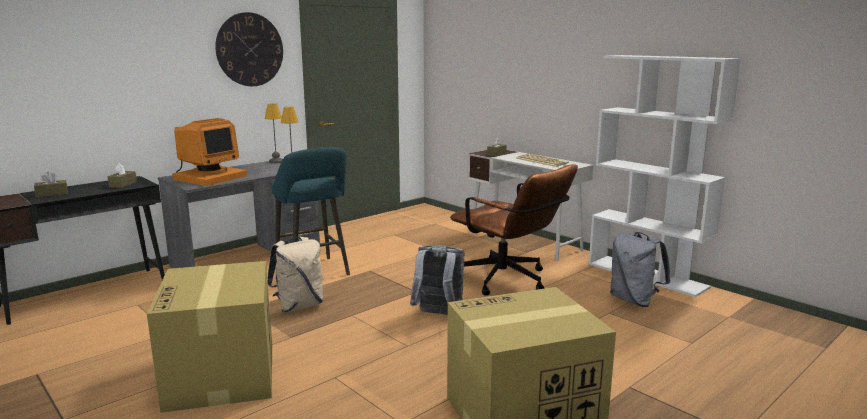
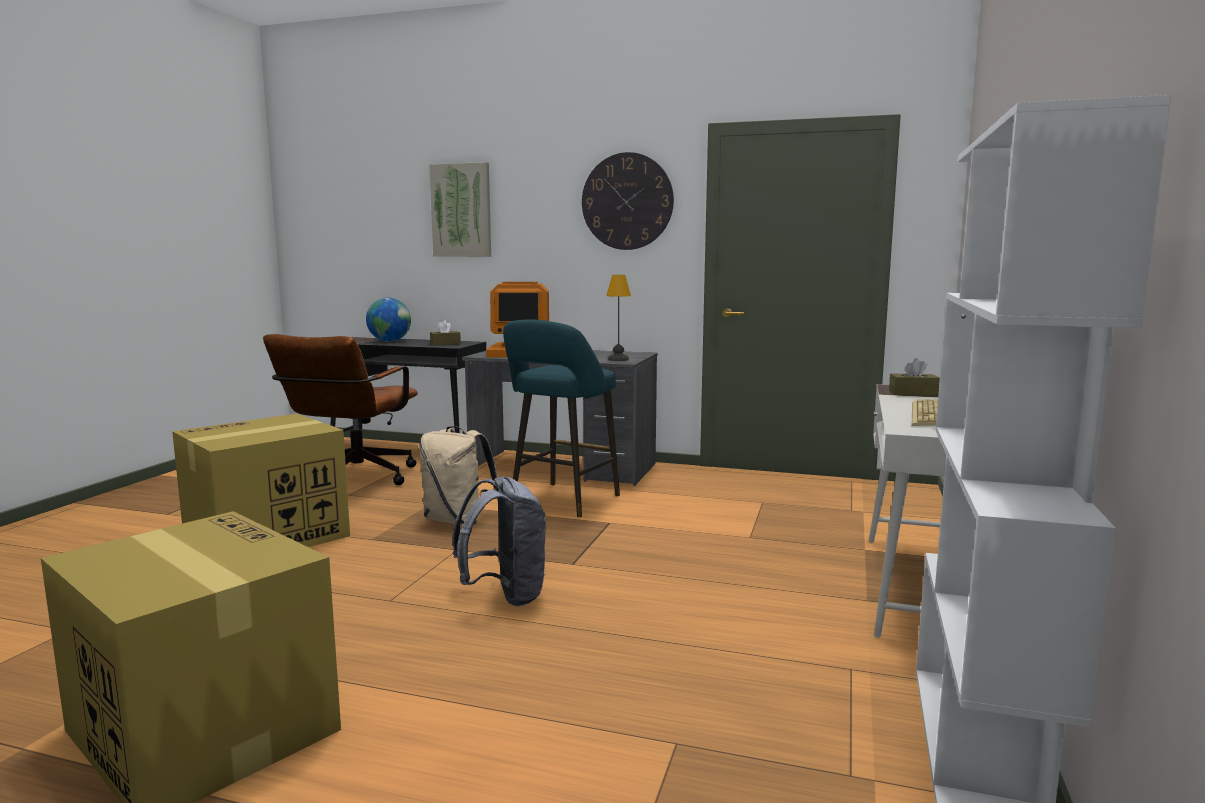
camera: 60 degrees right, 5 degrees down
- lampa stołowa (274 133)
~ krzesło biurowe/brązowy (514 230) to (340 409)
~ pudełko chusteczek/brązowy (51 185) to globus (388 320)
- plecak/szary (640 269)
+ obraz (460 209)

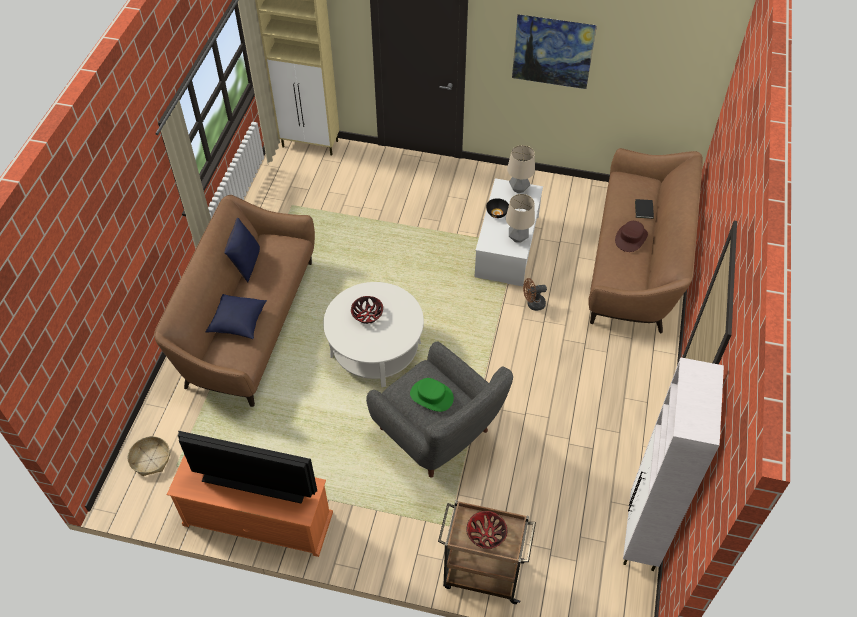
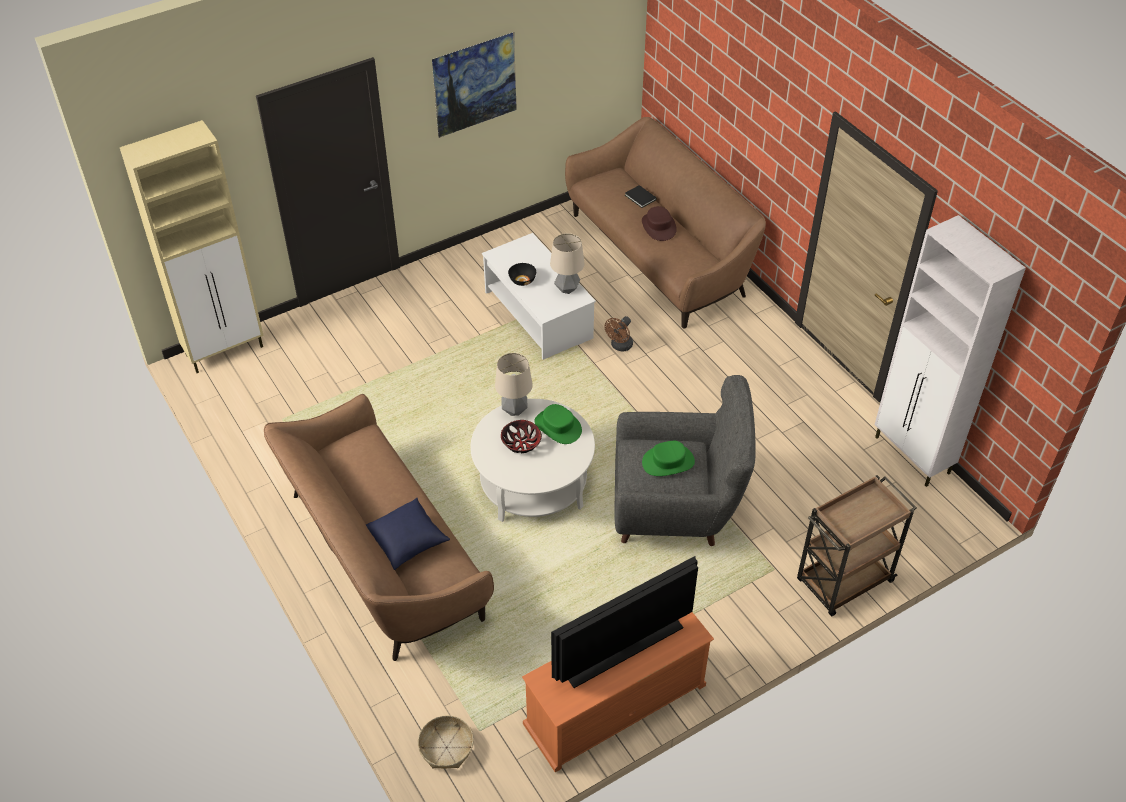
camera: 45 degrees left, 5 degrees down
~ lampa stołowa (521 169) to (514 384)
- poduszka/niebieski (242 250)
- miska (487 530)
+ kapelusz/zielony (558 424)

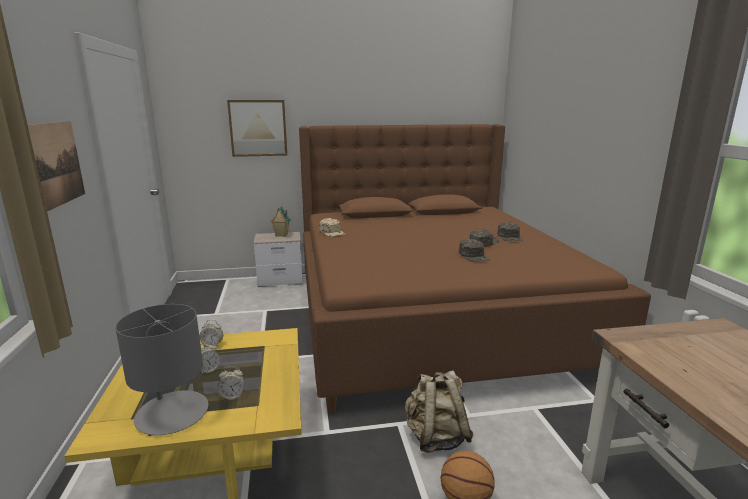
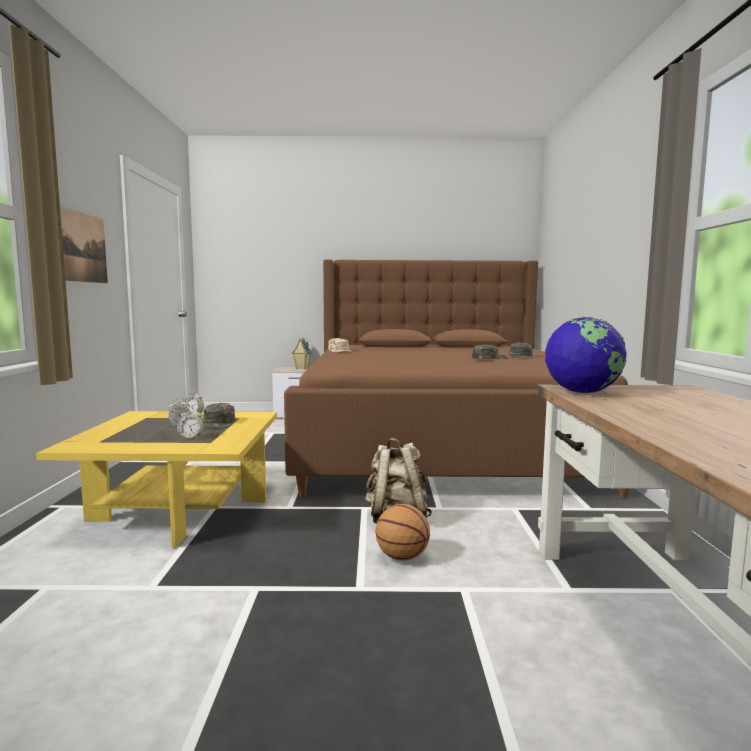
camera: 10 degrees right, 10 degrees down
- obraz (257 128)
~ czapka z daszkiem/zielony (474 250) to (219 415)
- lampa stołowa/szary (162 370)
+ globus (586 355)

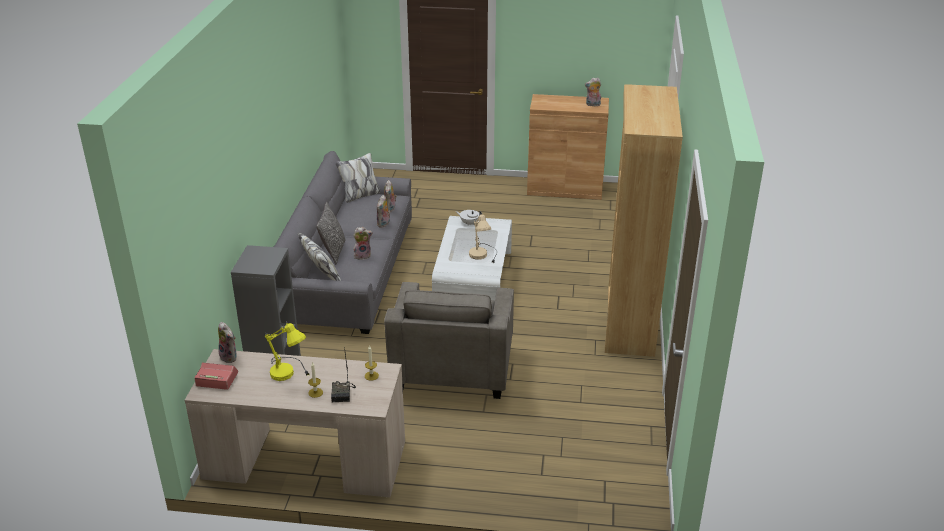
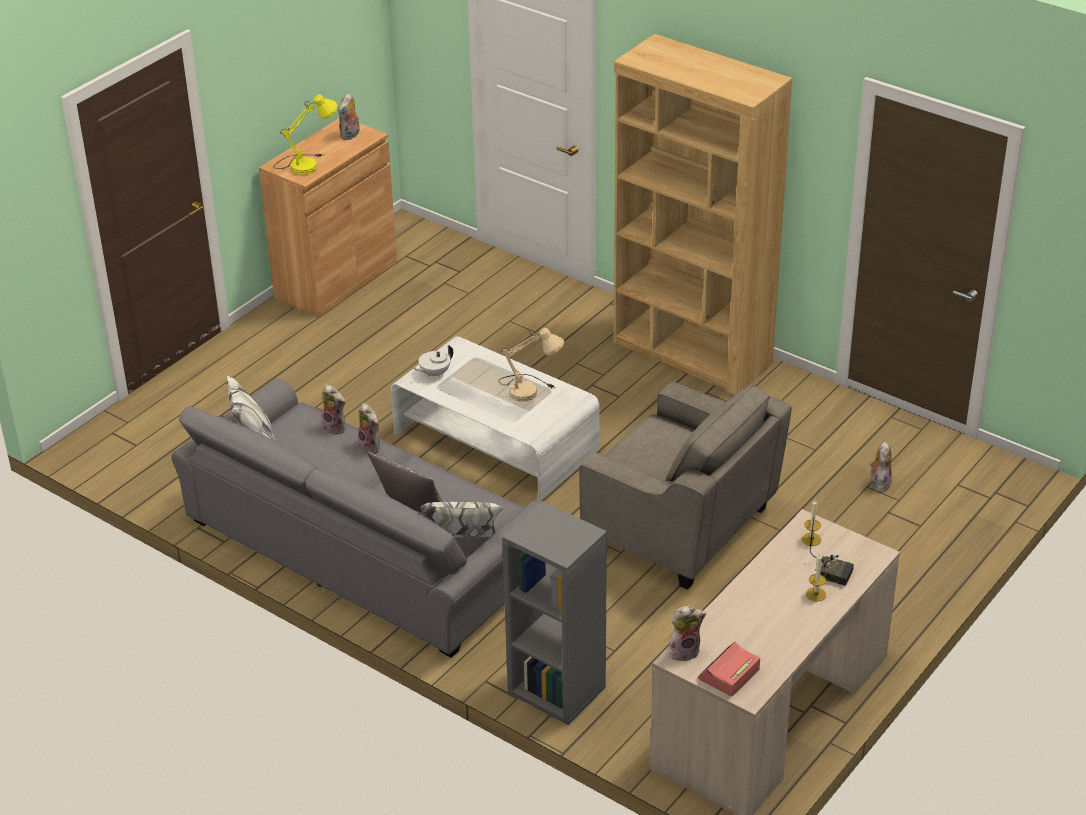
camera: 60 degrees left, 5 degrees up
~ pluszak (363 243) to (881 467)
~ lampa stołowa/żółty (287 351) to (306 134)

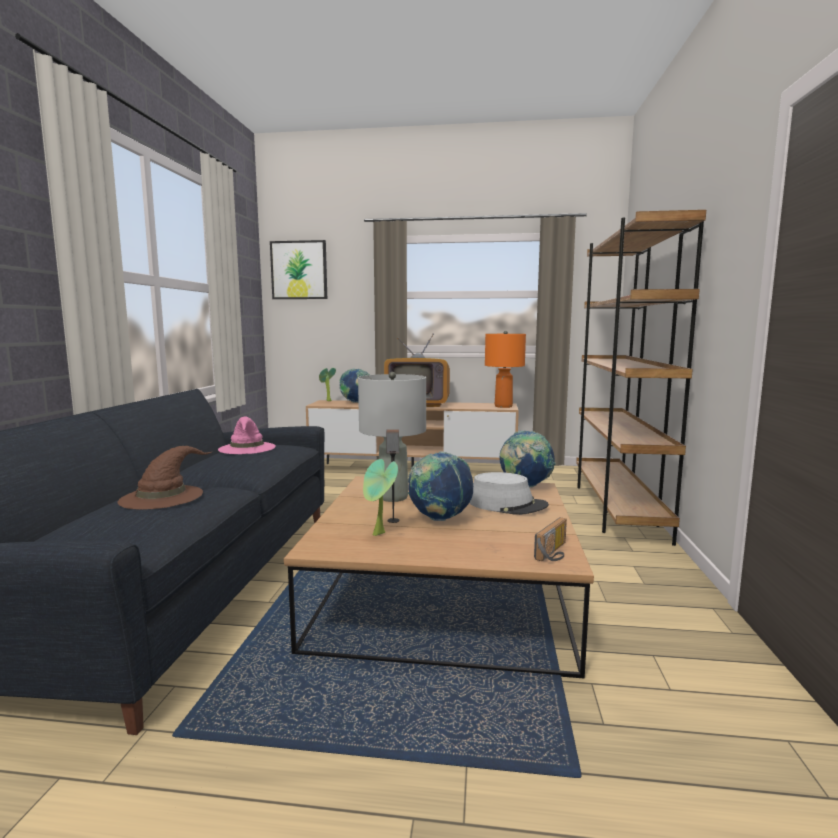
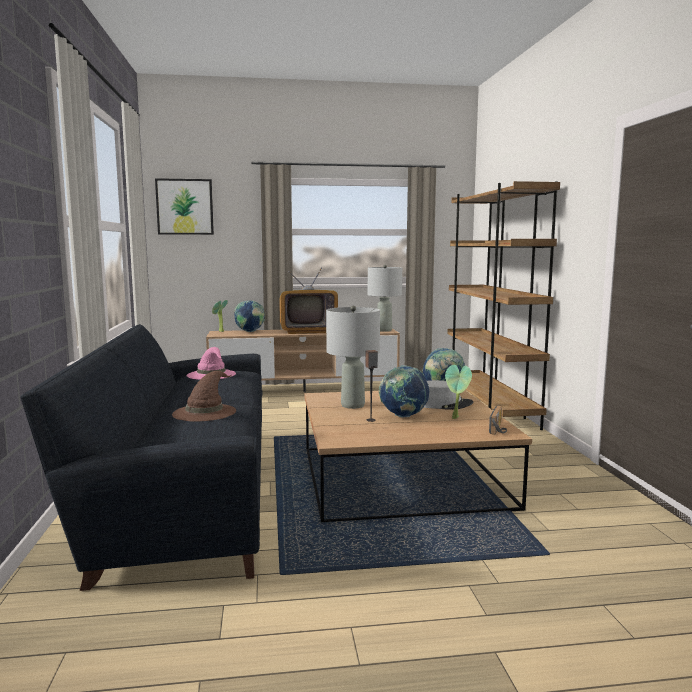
camera: 15 degrees left, 0 degrees up
~ lampa stołowa/pomarańczowy (505 369) to lampa stołowa/szary (385 298)
~ roślina doniczkowa (380 497) to (458 392)

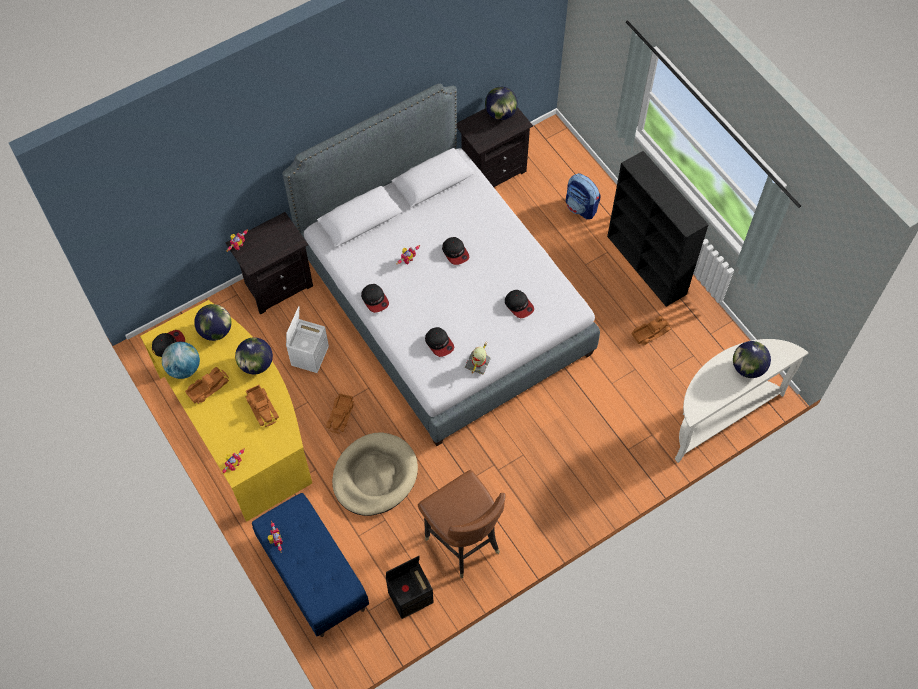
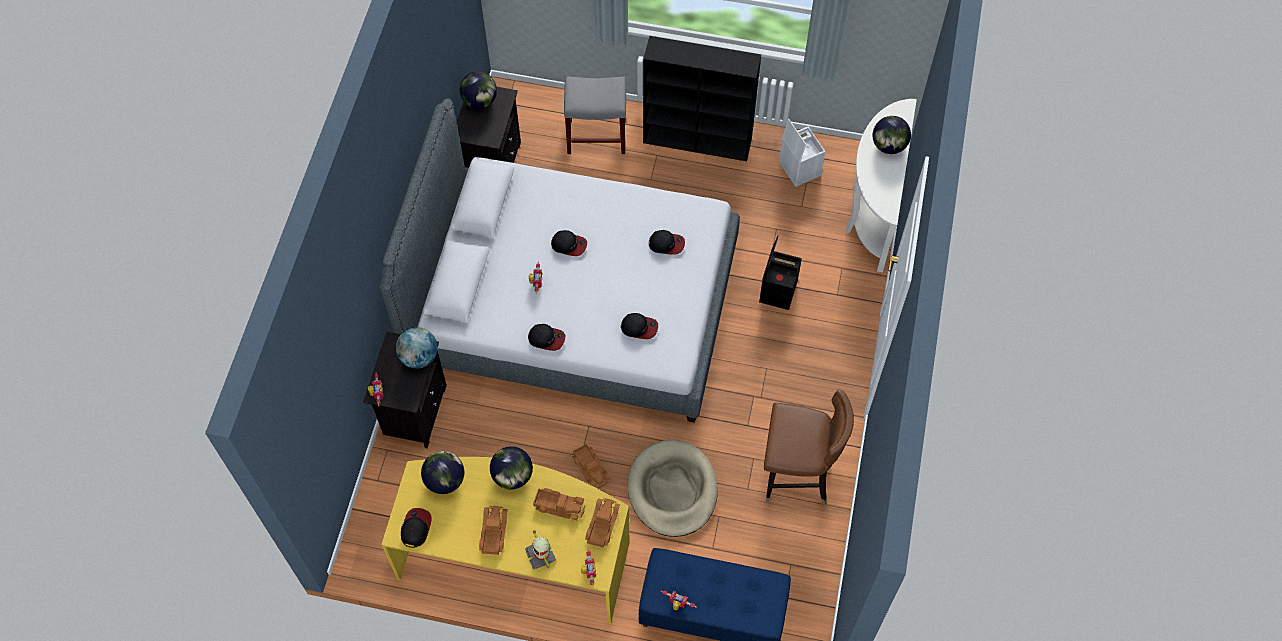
camera: 45 degrees left, 0 degrees up
~ plecak (583 196) to stołek/szary (595 115)
~ pojemnik do przechowywania/biały (307 339) to (802 153)
~ ciężarówka zabawkowa (651 330) to (602 523)
~ globus (181 360) to (416 347)
~ robot zabawkowy (478 358) to (540 548)
~ pojemnik do przechowywania/czarny (410 587) to (780 273)

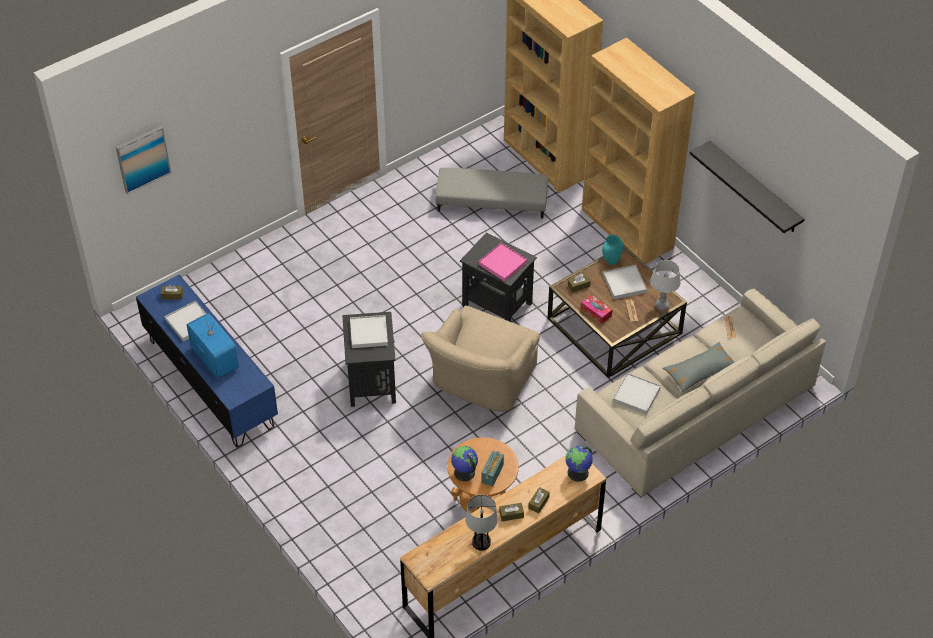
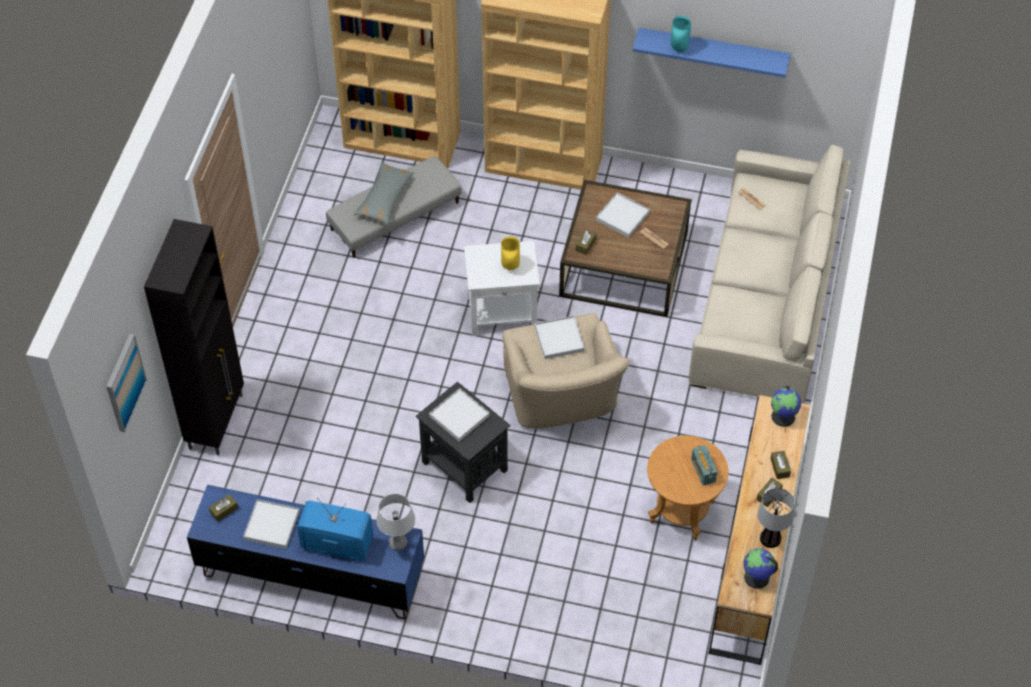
camera: 40 degrees left, 5 degrees up
~ półka/czarny (747 187) to półka/niebieski (712 53)
~ stolik/czarny (498 277) to stolik/biały (502 288)
~ wazon/turkusowy (613 250) to (681 34)
~ taca/różowy (503 262) to wazon/żółty (510 253)
~ lampa stołowa/szary (665 285) to (395 522)
- pudełko chusteczek (596 309)
~ poduszka/szary (698 367) to (383 193)
~ taca/biały (637 393) to (560 337)
~ globus (464 463) to (761 568)
+ szafka/czarny (194 337)

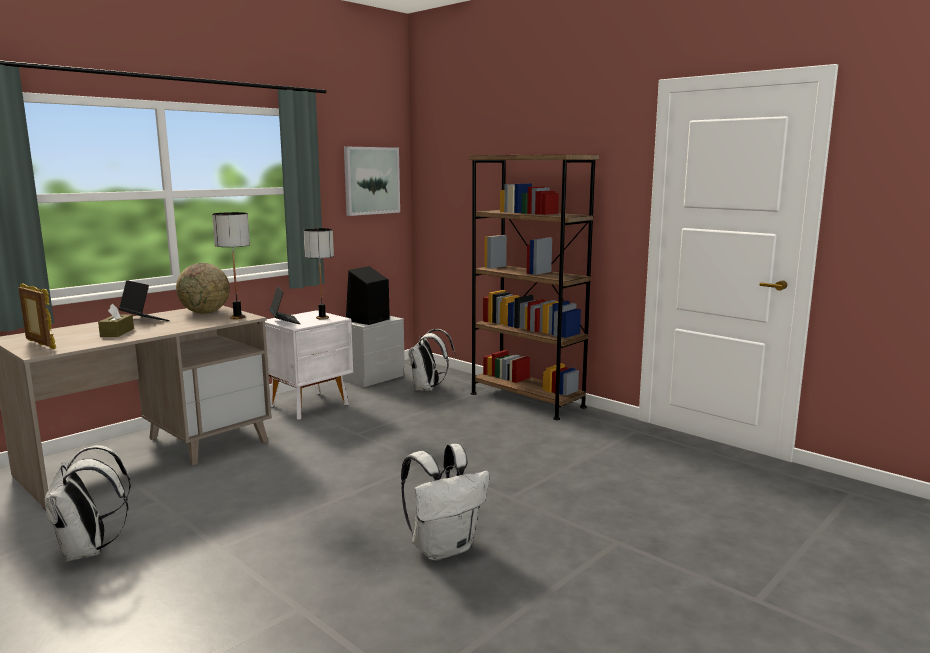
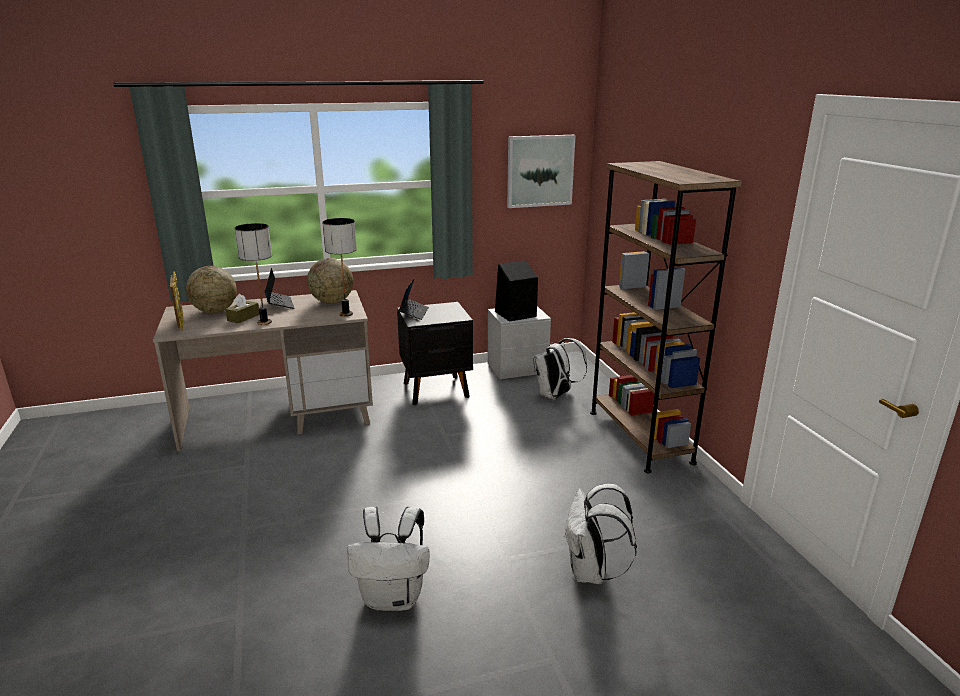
camera: 30 degrees right, 10 degrees up
~ lampa stołowa (318 273) to (253 274)
~ szafka nocna/biały (309 364) to szafka nocna/czarny (435 353)
~ plecak/biały (88 503) to (600 534)
+ globus (211 289)

